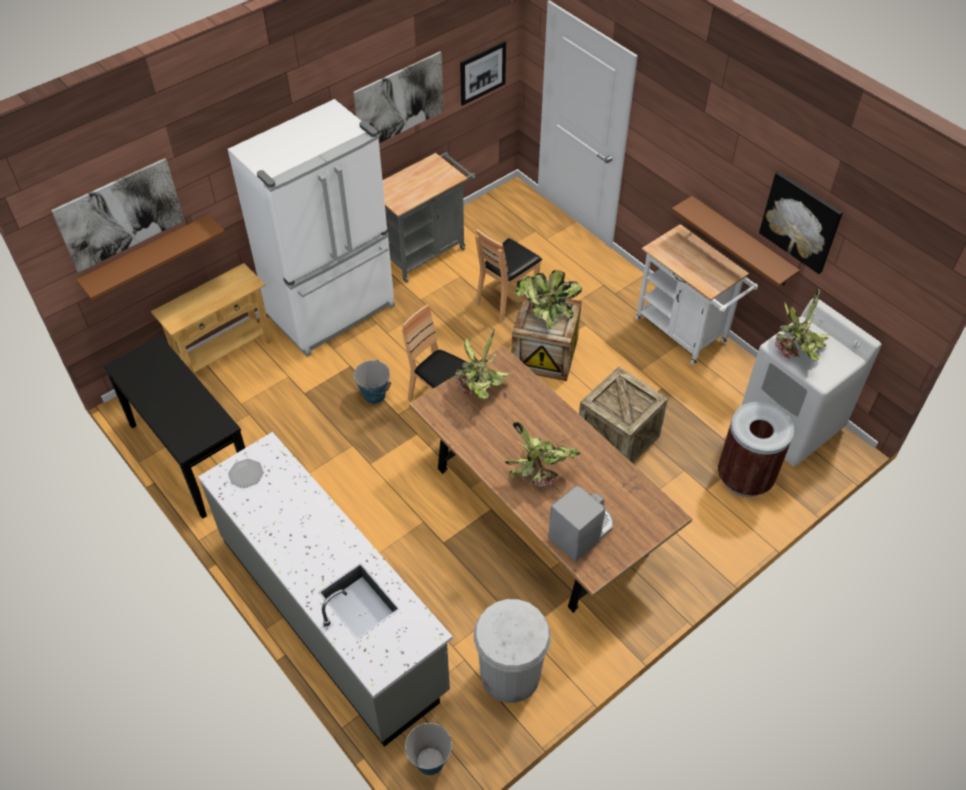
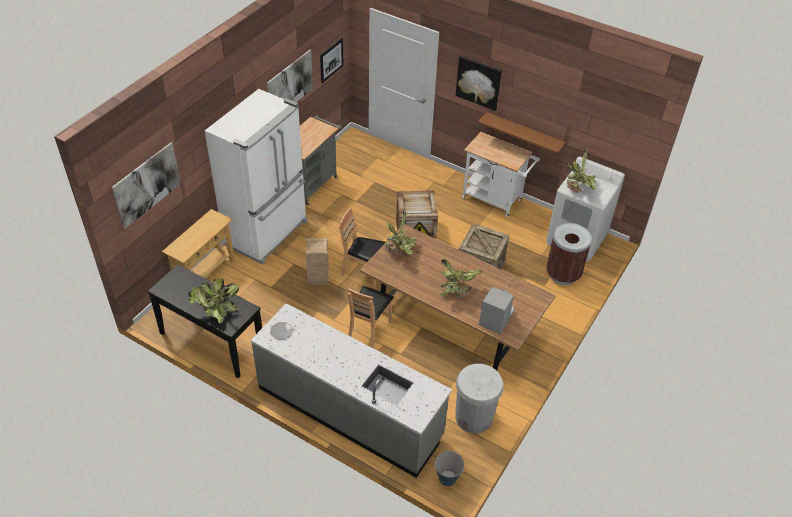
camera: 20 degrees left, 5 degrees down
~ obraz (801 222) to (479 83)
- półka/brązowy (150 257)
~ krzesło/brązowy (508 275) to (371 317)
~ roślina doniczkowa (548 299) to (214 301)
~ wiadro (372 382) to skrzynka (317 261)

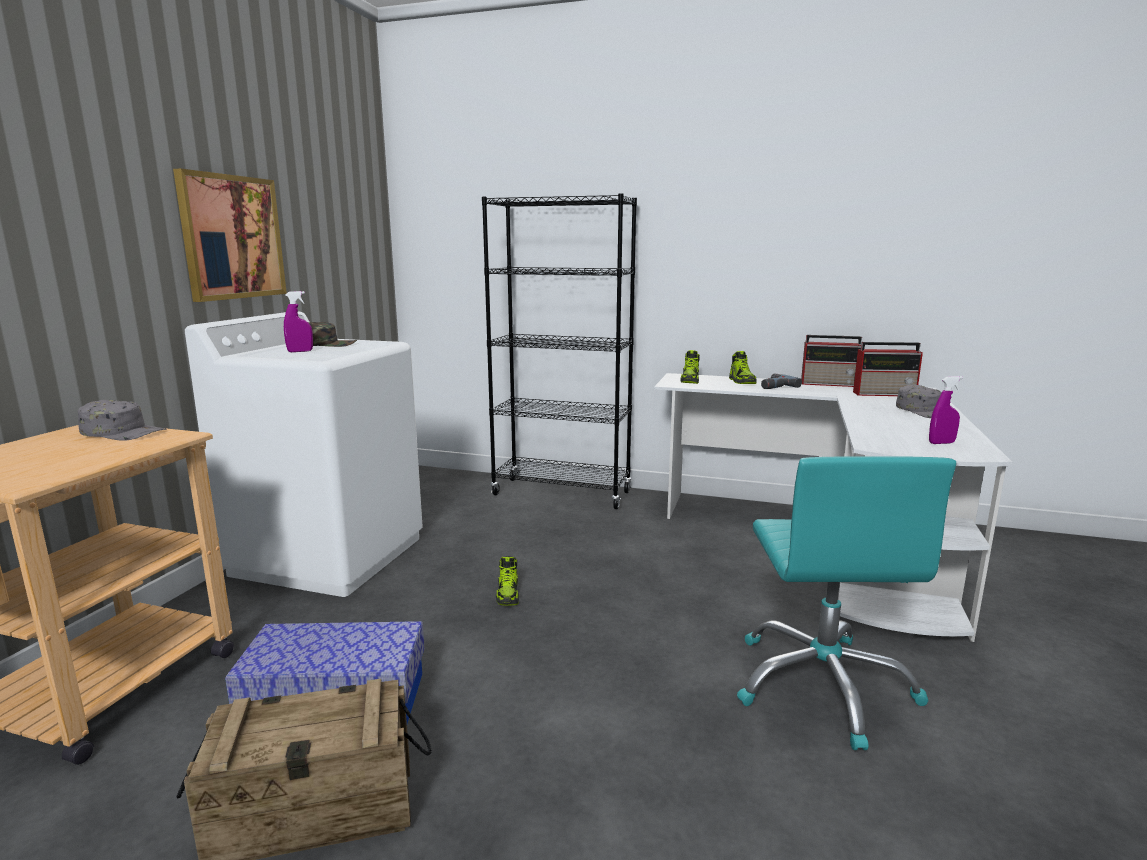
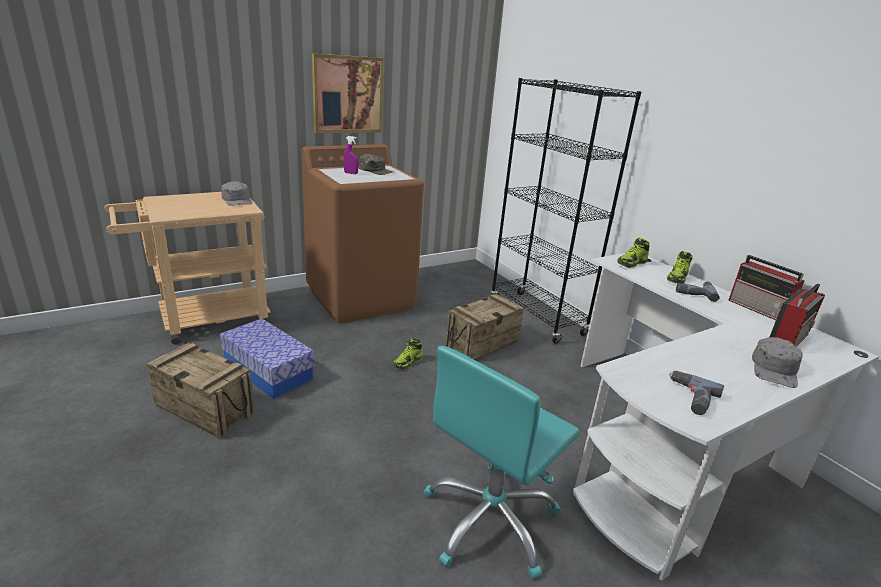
camera: 40 degrees right, 10 degrees up
~ pralka/biały (304 454) to pralka/brązowy (363 234)
~ radio (888 369) = (797 315) 90 degrees counterclockwise
~ spryskiwacz/fioletowy (946 410) to wiertarka (696 393)
+ skrzynka (484 327)

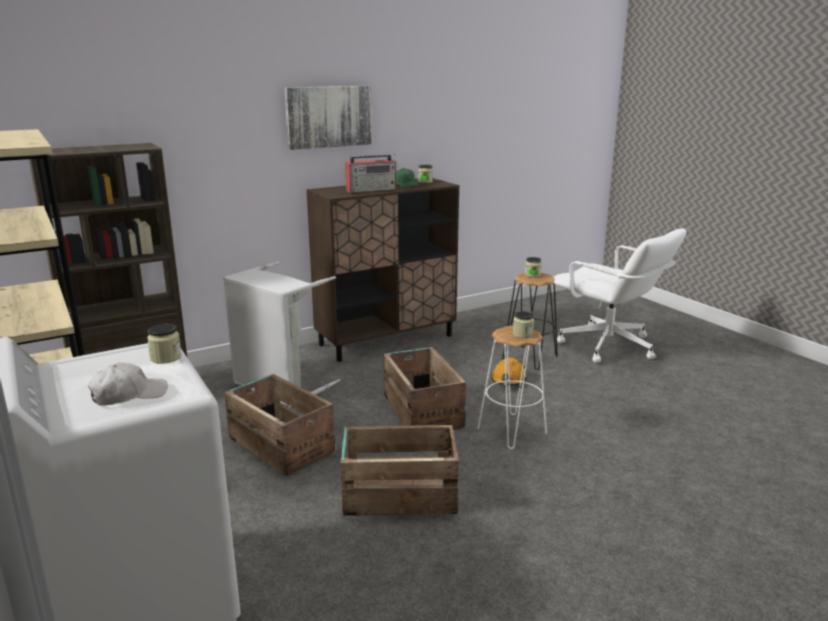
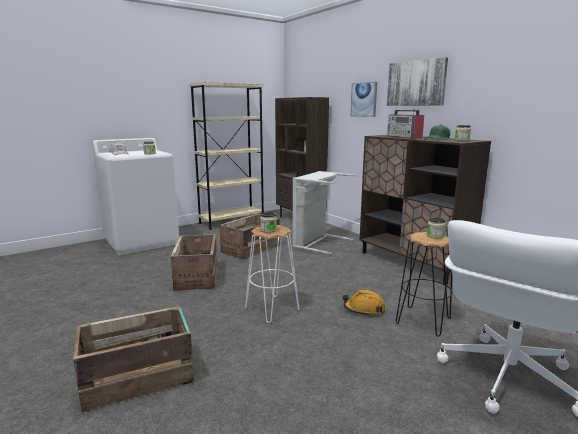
camera: 85 degrees right, 5 degrees down
~ skrzynka (424 388) to (133 359)
+ obraz (363 99)

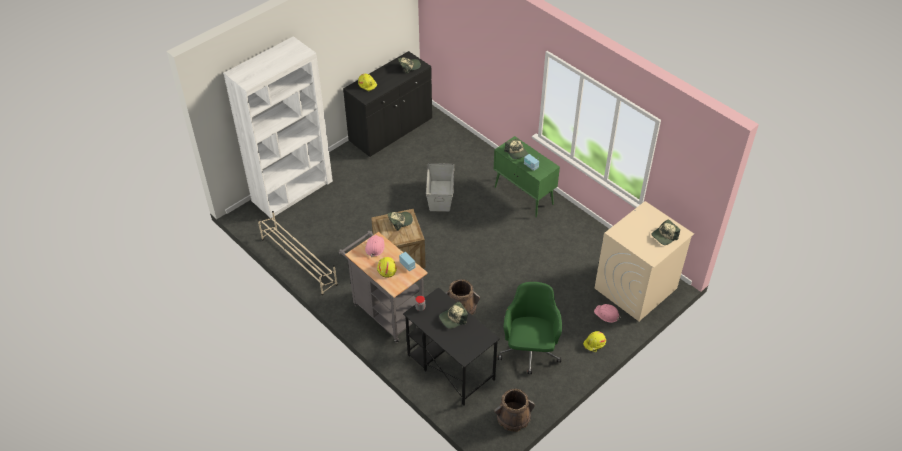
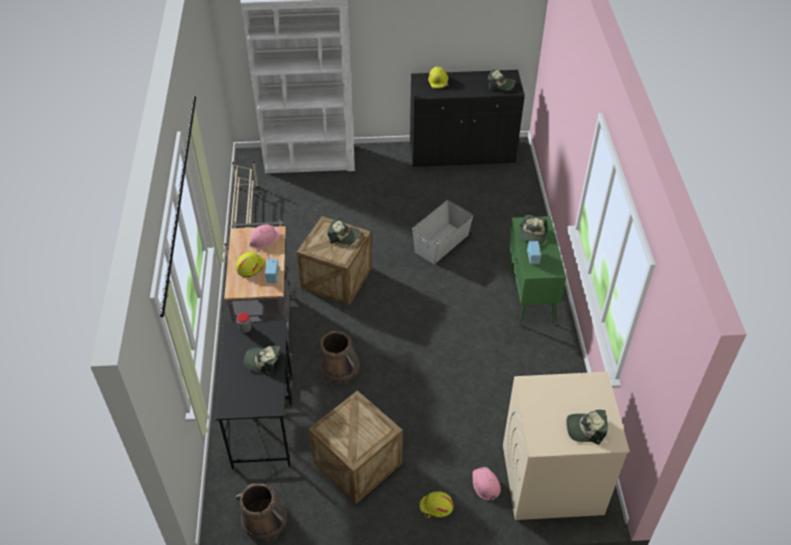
camera: 40 degrees right, 0 degrees up
~ krzesło biurowe/zielony (530 328) to skrzynka (356 447)

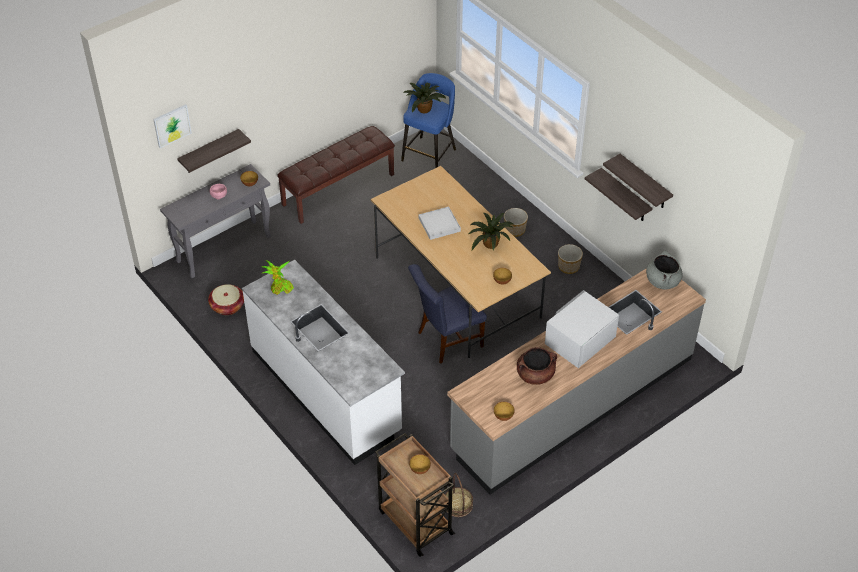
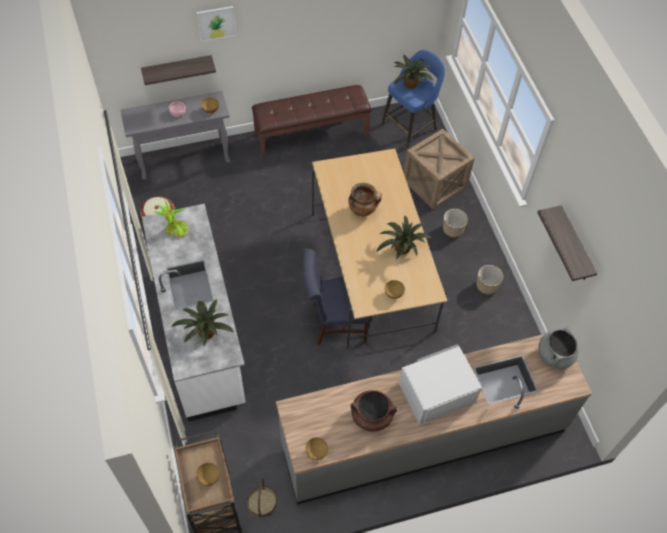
camera: 20 degrees right, 10 degrees up
~ obraz (172 126) to (216 24)
- półka (619 194)
~ taca/biały (440 223) to garnek (365 200)
+ skrzynka (439 169)
+ roślina doniczkowa (202 322)

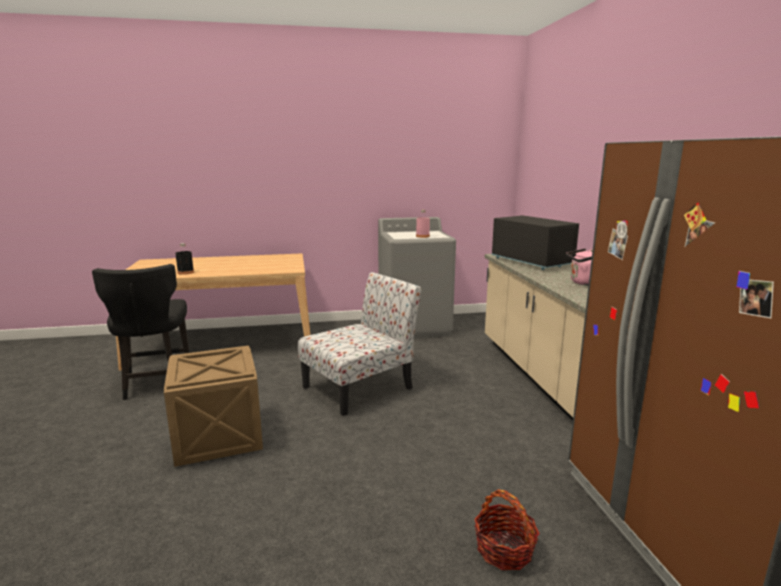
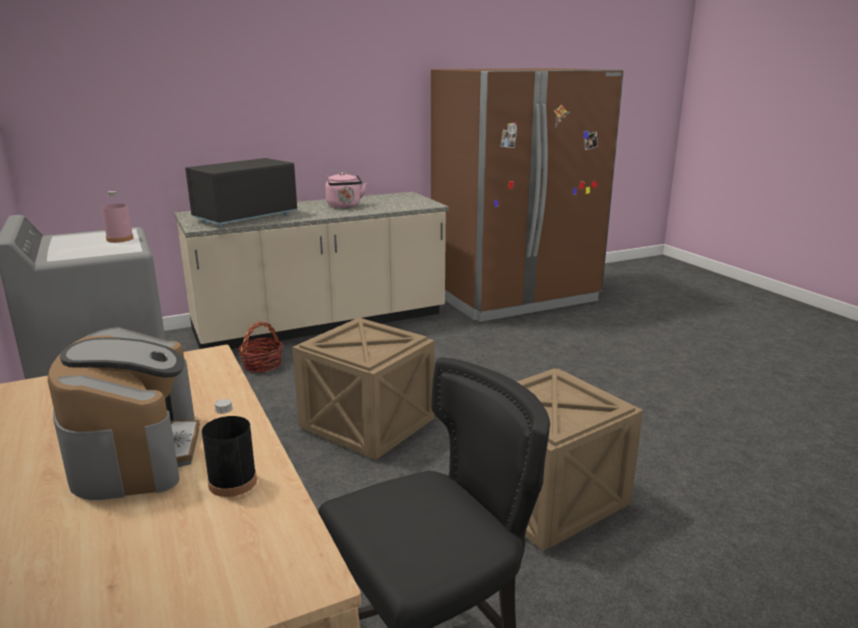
camera: 105 degrees left, 5 degrees up
~ krzesło (359 344) to skrzynka (363 389)
~ koszyk (507 529) to (260 347)
+ ekspres do kawy (124 413)

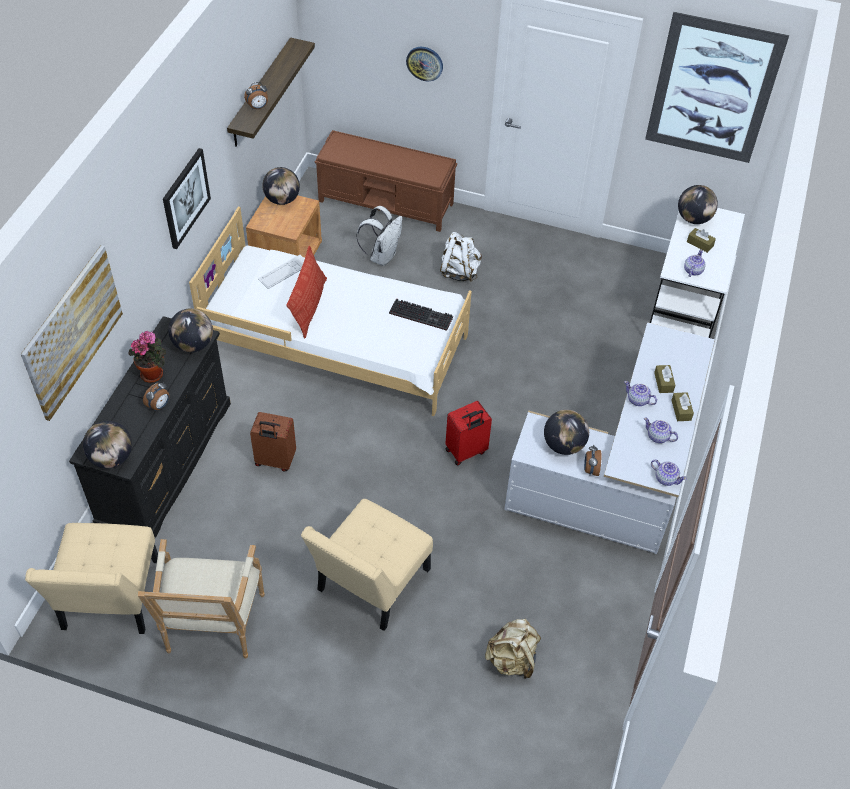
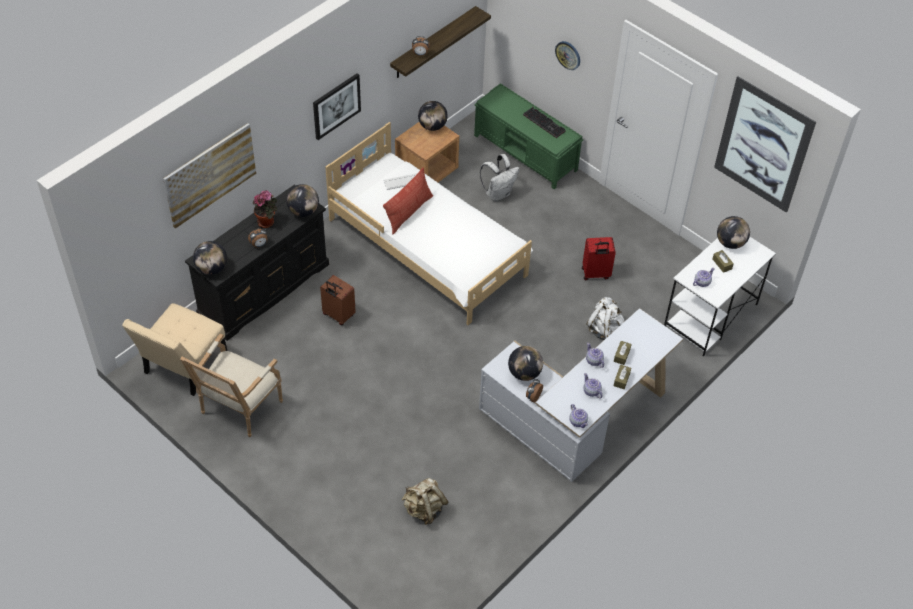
camera: 25 degrees right, 0 degrees up
~ ławka/brązowy (386 181) to ławka/zielony (528 136)
~ plecak/biały (461 257) to (605 318)
~ klawiatura (421 314) to (544 122)
~ walizka/czerwony (469 433) to (599 258)
- krzesło/beżowy (367 565)

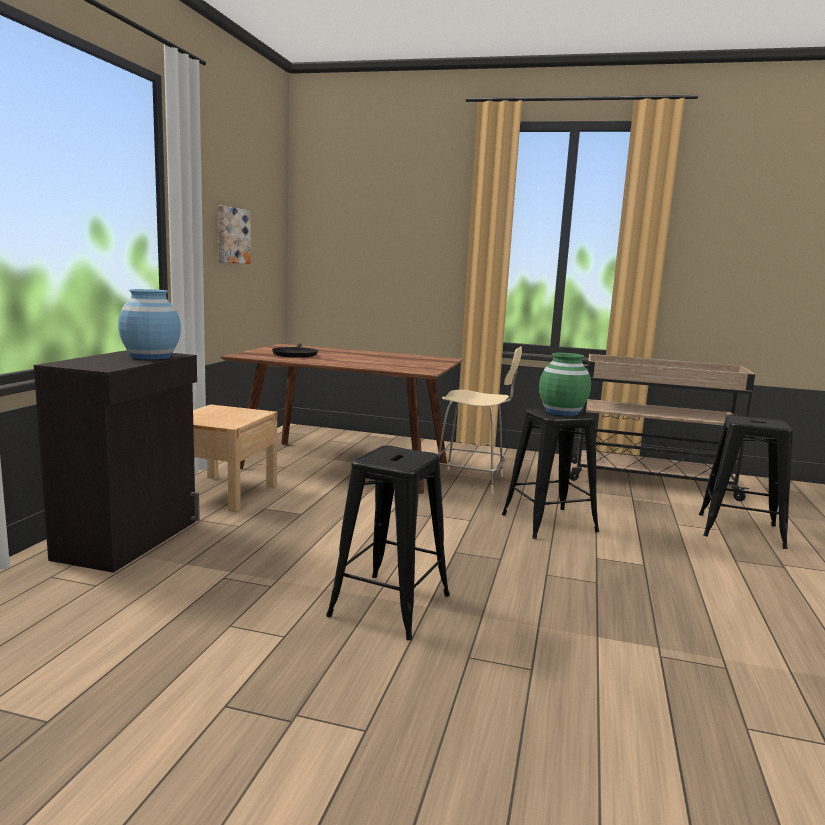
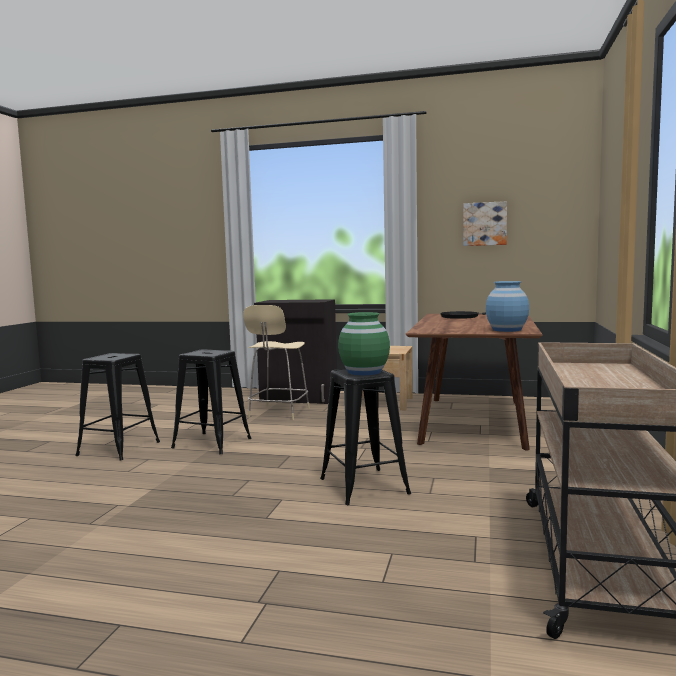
camera: 90 degrees right, 5 degrees down
~ wazon/niebieski (149 324) to (507 306)
~ krzesło/beżowy (480 420) to (276 362)
~ stołek/czarny (746 482) to (117 407)

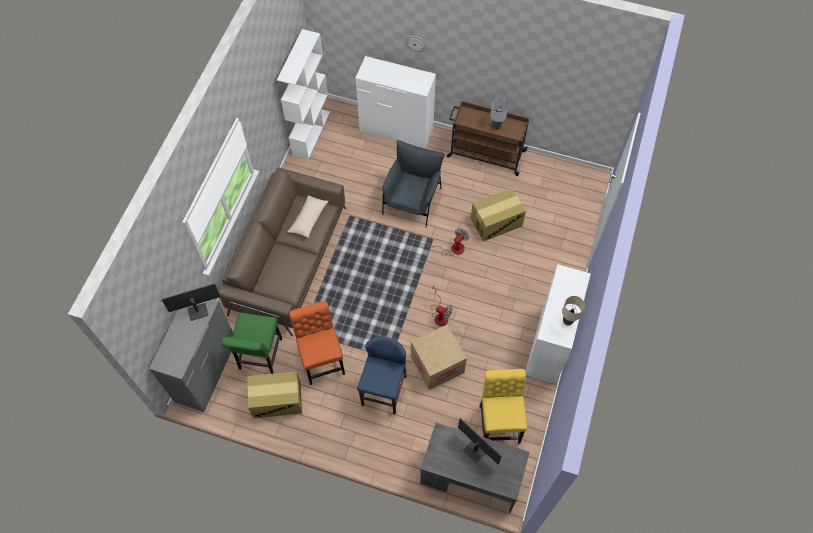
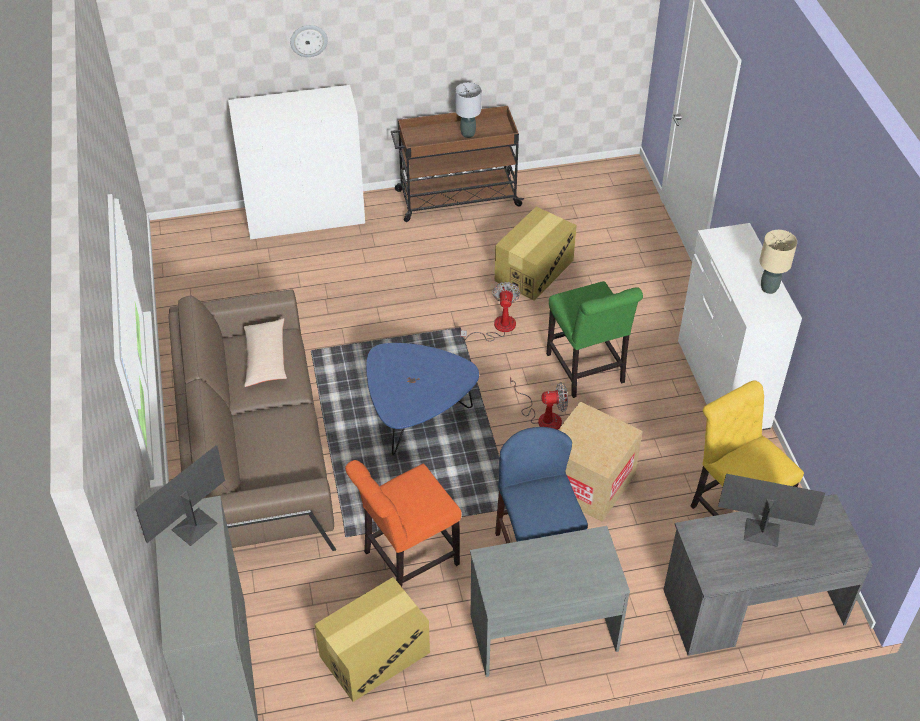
camera: 30 degrees left, 15 degrees down
- regał/biały (303 94)
- fotel/szary (413 184)
~ krzesło/pomarańczowy (317 343) = (403 523) 75 degrees counterclockwise
~ krzesło/zielony (252 343) to (594 339)
+ ława/niebieski (422 399)
+ biurko/szary (550 601)

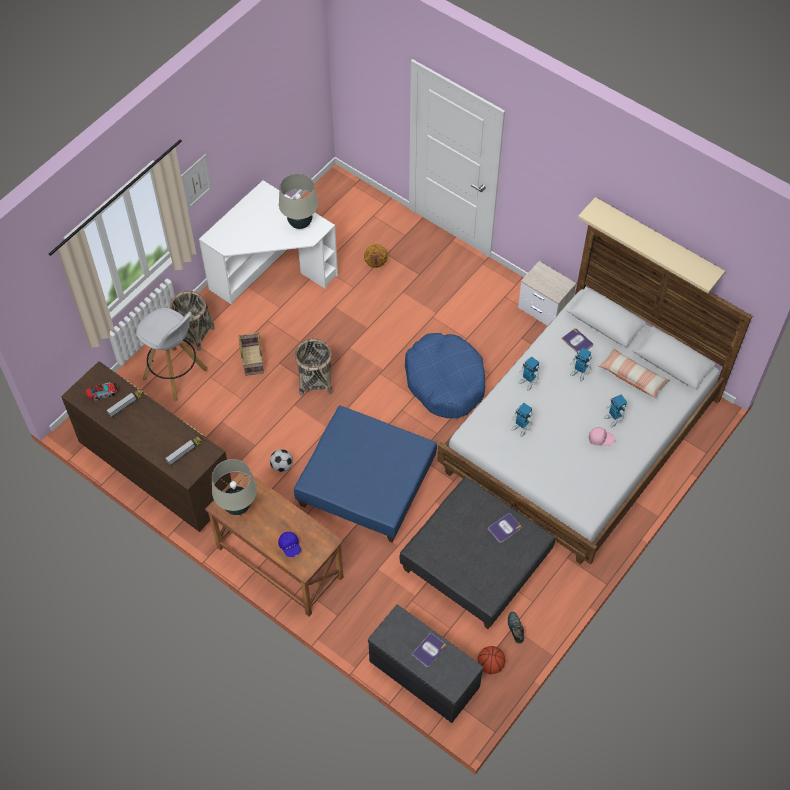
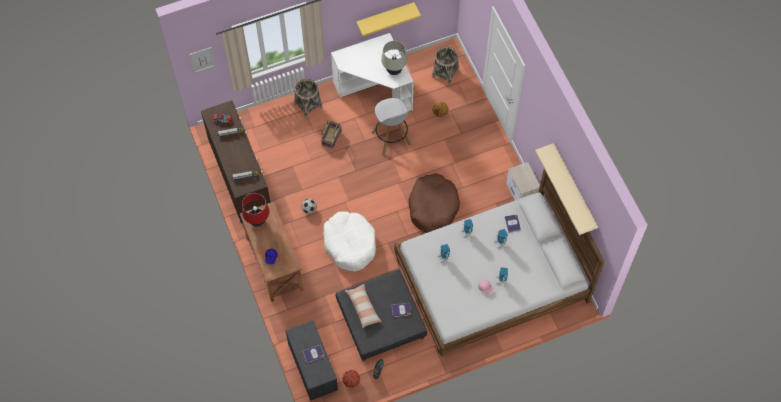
camera: 30 degrees right, 5 degrees up
~ obraz (196 182) to (202 60)
~ stołek/biały (172 354) to (392 126)
~ legowisko/niebieski (445 376) to legowisko/brązowy (434 203)
~ koszyk (313 367) to (445 65)
~ poduszka (633 373) to (363 306)
~ pufa/niebieski (365 473) to legowisko/biały (349 241)
~ lampa stołowa/beżowy (234 487) to lampa stołowa/czerwony (255 210)
+ półka/żółty (388 19)

